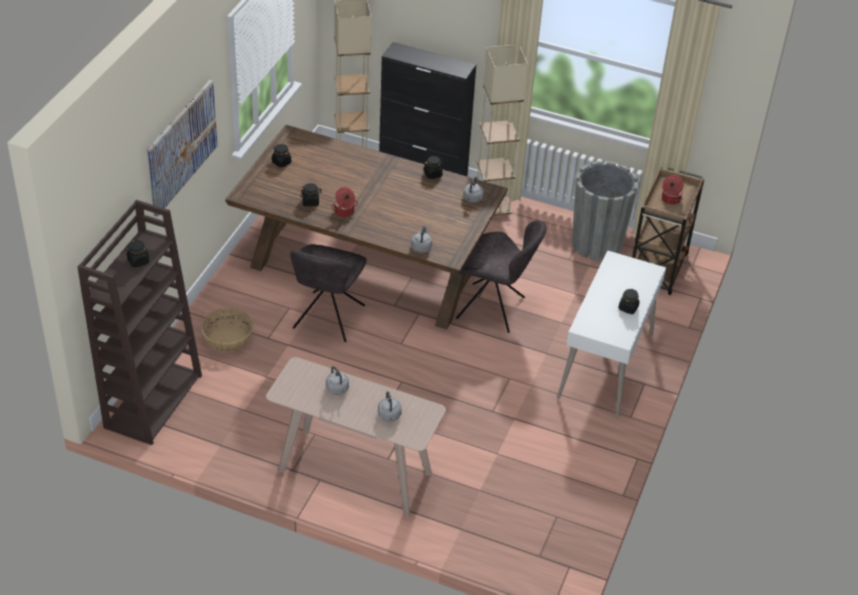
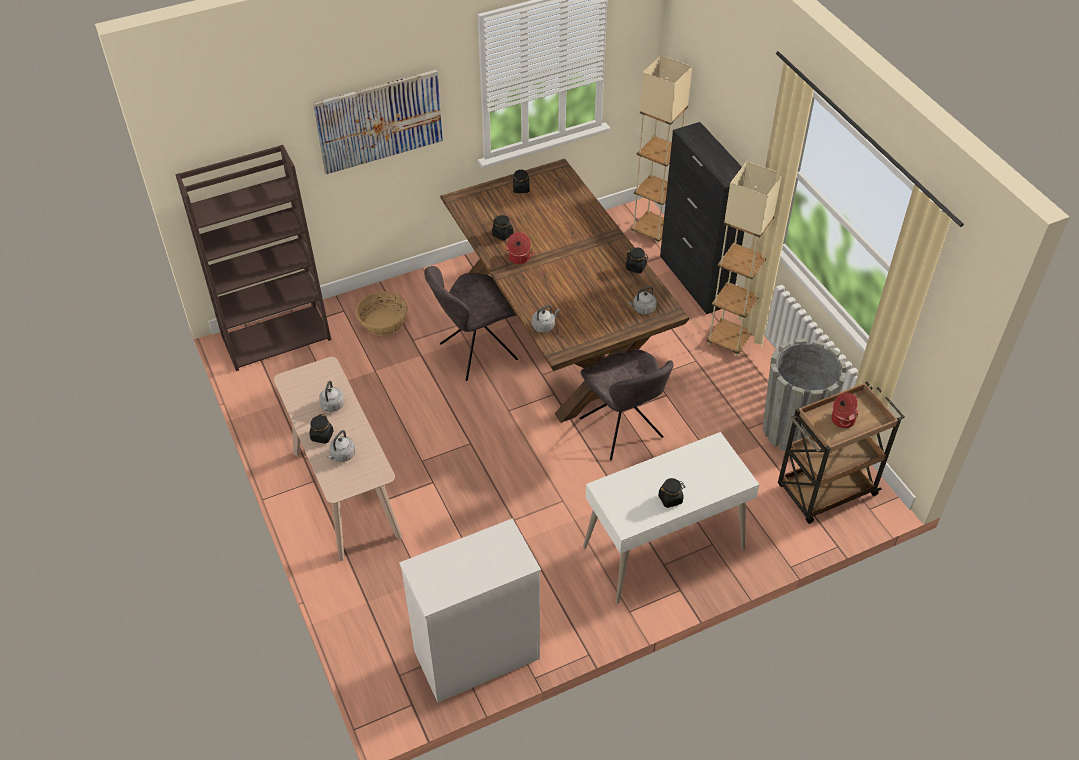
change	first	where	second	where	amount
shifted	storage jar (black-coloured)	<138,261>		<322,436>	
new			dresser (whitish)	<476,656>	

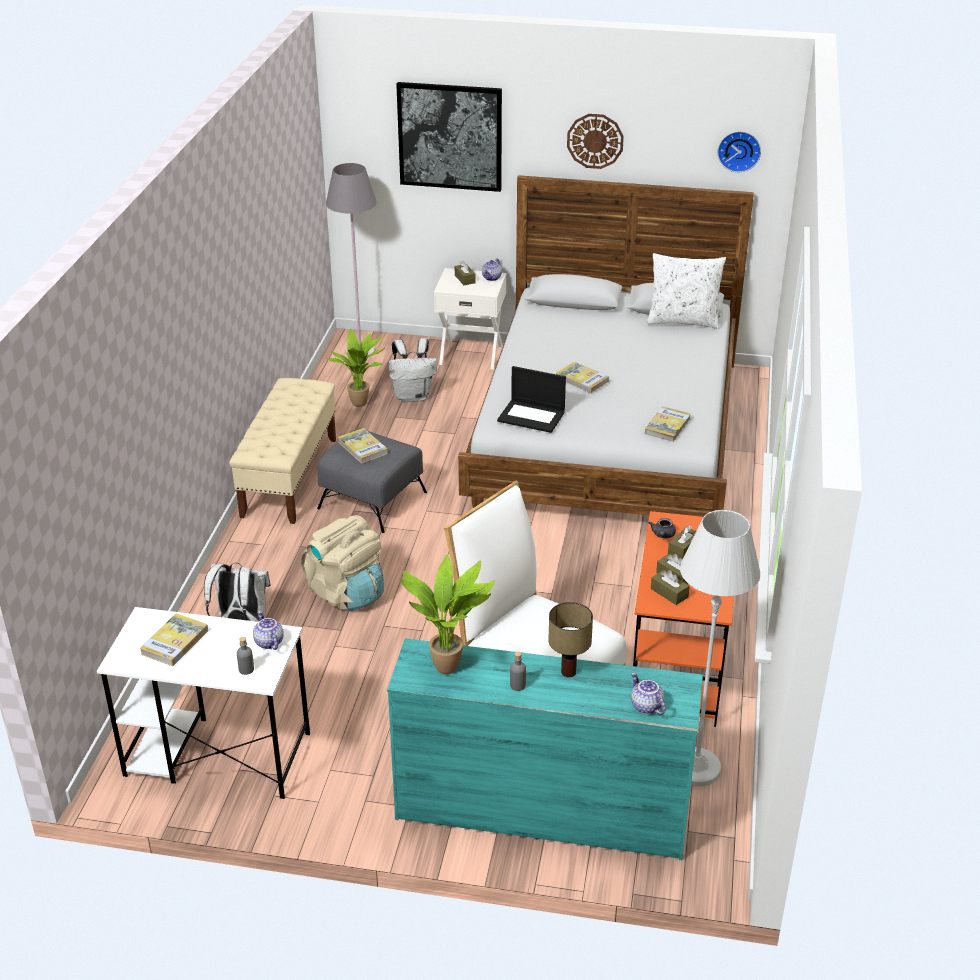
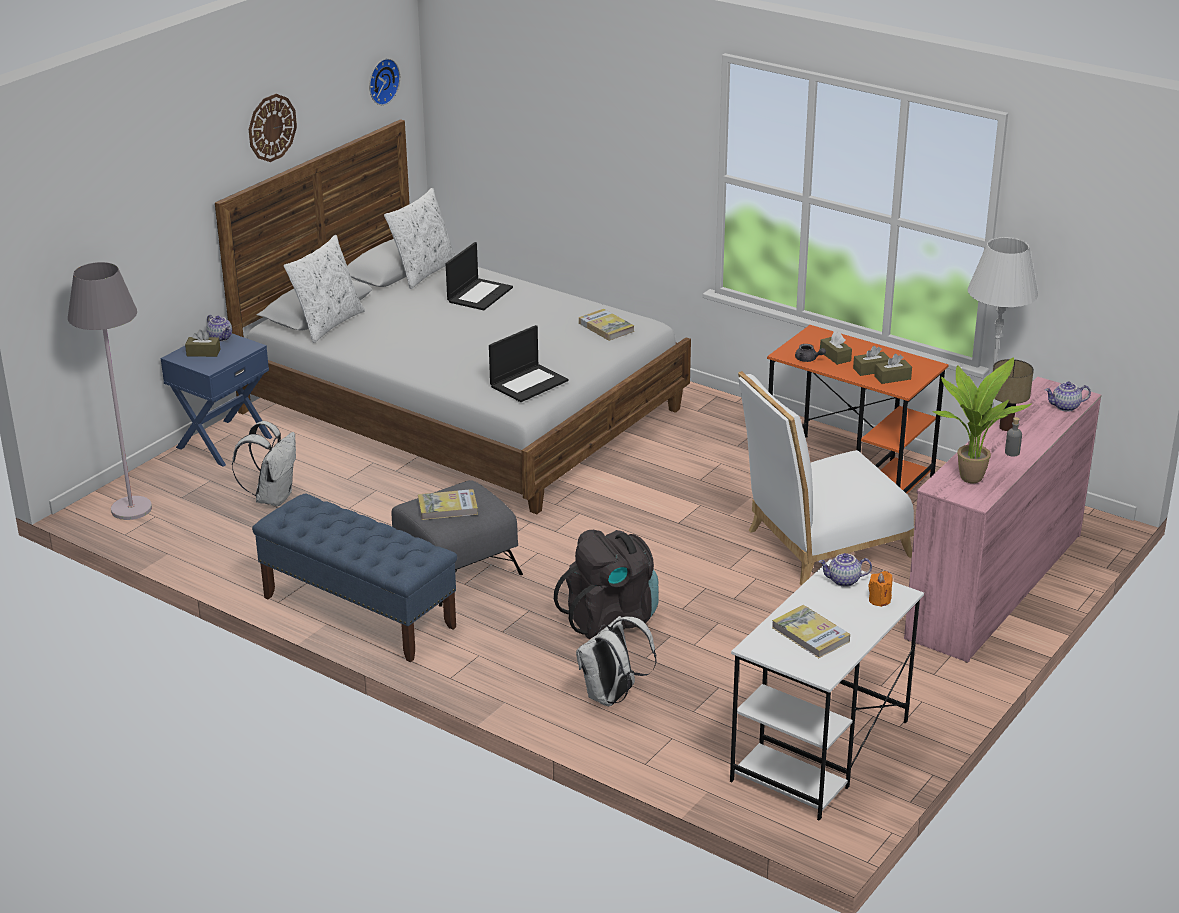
change	first	where	second	where	amount
repainted	night table (whitish)	<471,353>	night table (blue)	<223,442>	
repainted	bench (sand-coloured)	<289,477>	bench (blue)	<358,612>	
new			cushion (whitish)	<327,324>	
new			laptop	<479,294>	
repainted	backpack (sand-coloured)	<347,593>	backpack (black-coloured)	<611,619>	
swapped	bottle (gray)	<246,669>	candle (orange)	<879,600>	
repainted	dresser (turquoise-coloured)	<541,811>	dresser (pink)	<993,585>	
gone	potted plant	<362,404>			
gone	wall art	<450,136>			
gone	book	<582,380>			

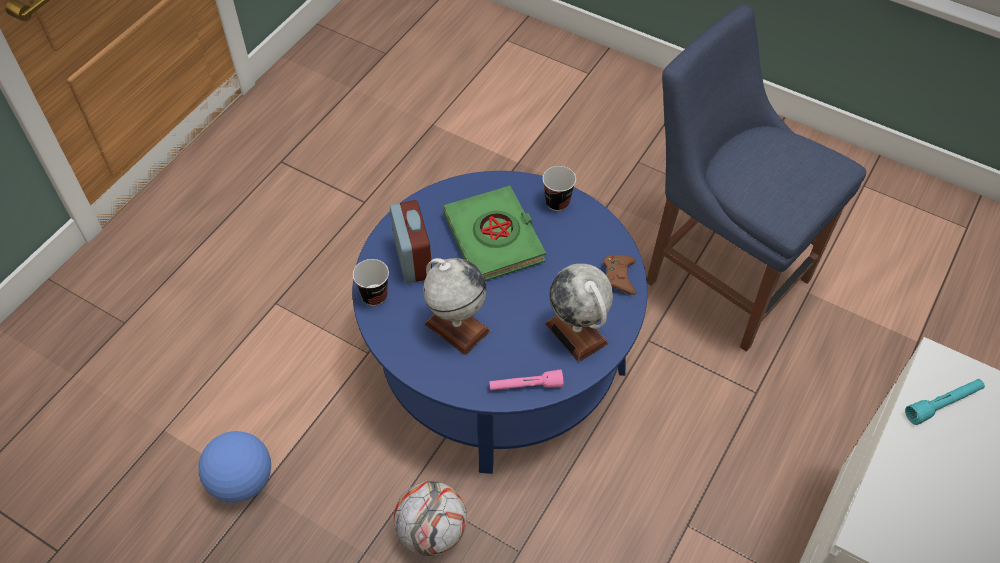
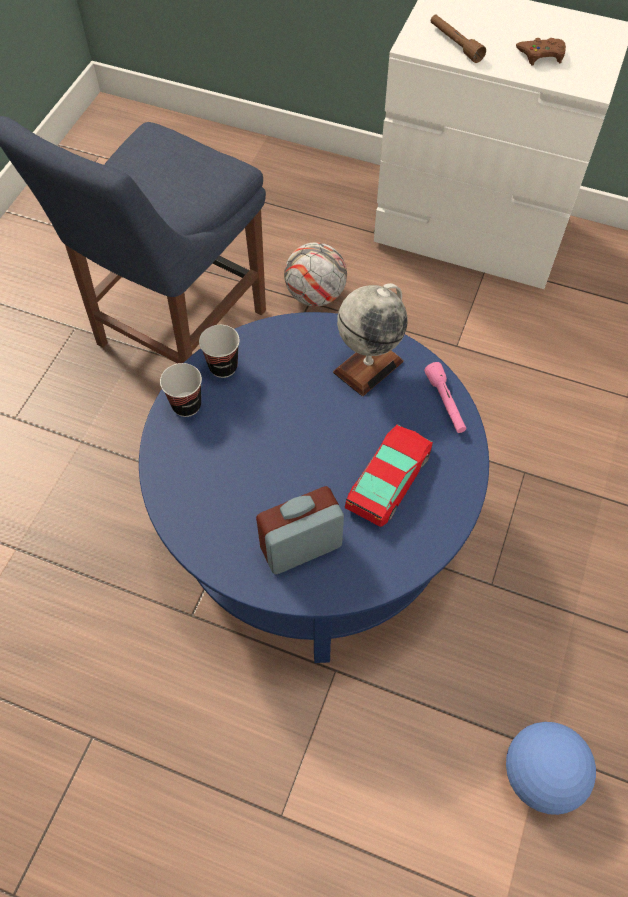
change	first	where	second	where	amount
shifted	small cup	<374,296>		<223,367>	
shifted	football	<432,531>		<315,295>	
swapped	world globe	<457,327>	model car	<389,480>	
repainted	torch (turquoise-coloured)	<943,404>	torch (brownish)	<455,44>	
shifted	game controller (brownish)	<619,277>		<541,55>	
gone	book (green-coloured)	<494,239>			

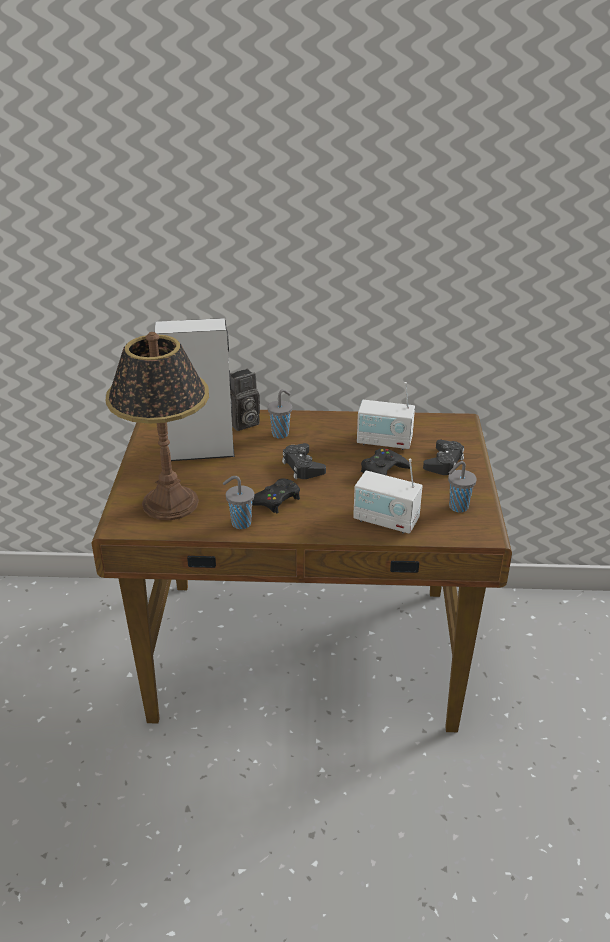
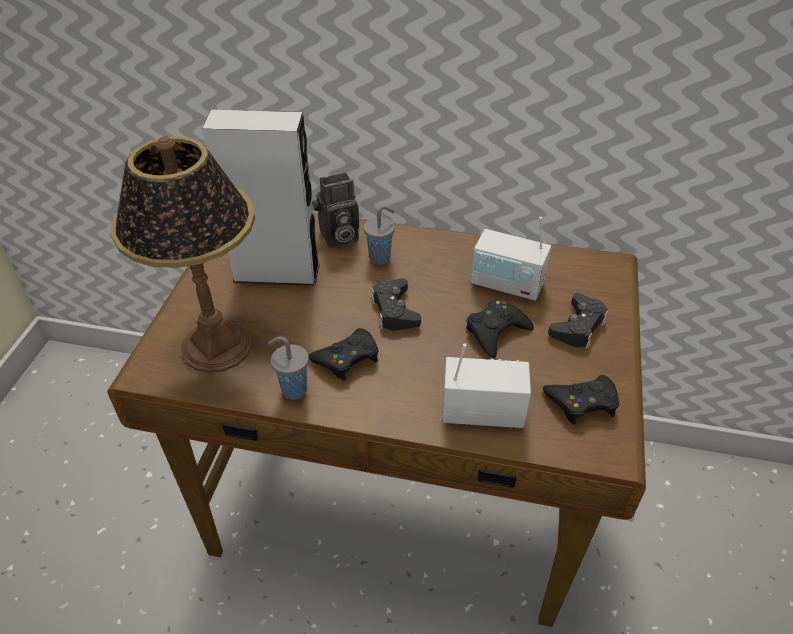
change	first	where	second	where	amount
rotated	radio receiver	<386,520>		<482,411>	150 degrees clockwise
swapped	small cup (gray)	<457,507>	game controller (black-coloured)	<582,402>	

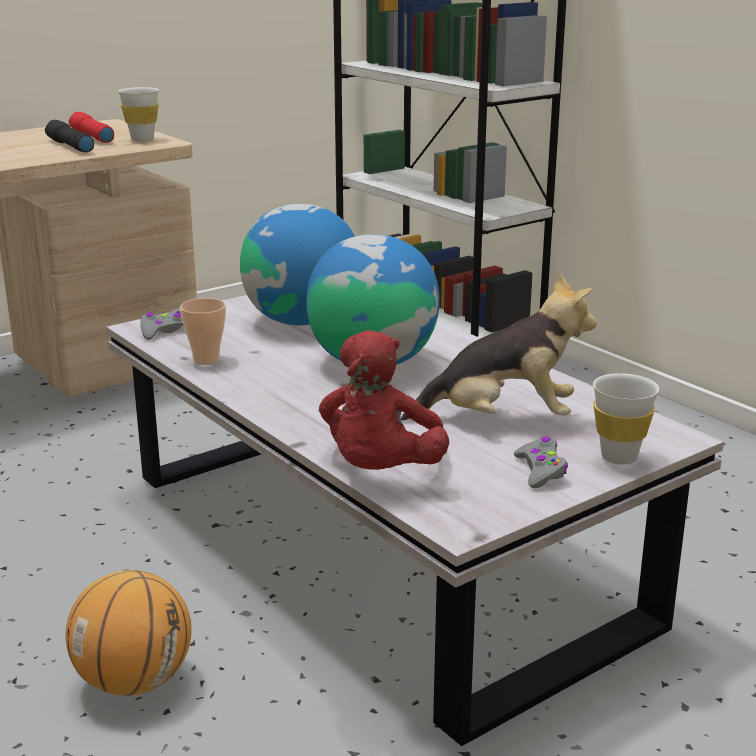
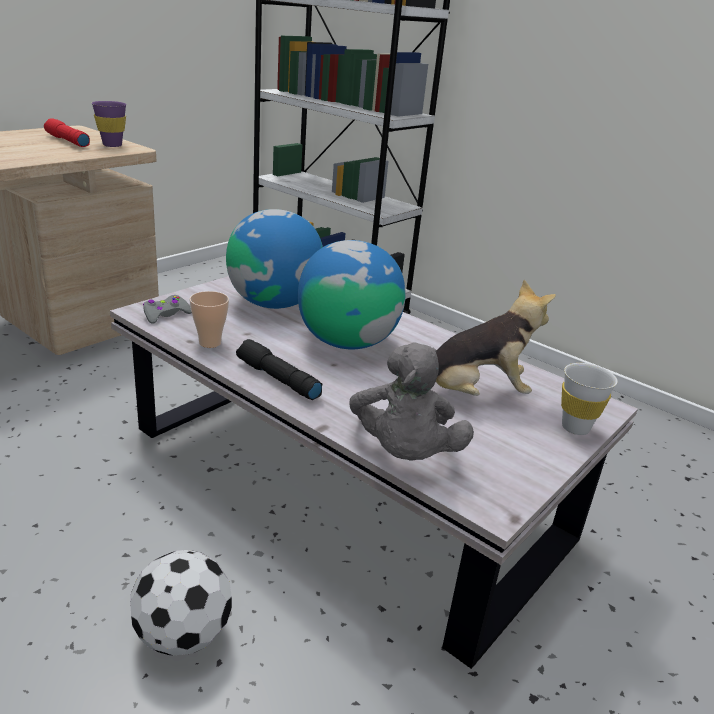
change	first	where	second	where	amount
repainted	small cup (whitish)	<142,139>	small cup (purple)	<112,145>	
swapped	basketball	<135,681>	football	<183,634>	
shifted	torch (black-coloured)	<69,146>		<277,379>	
repainted	cuddly toy (red-coloured)	<381,472>	cuddly toy (gray)	<403,454>	
gone	game controller (gray)	<541,471>			

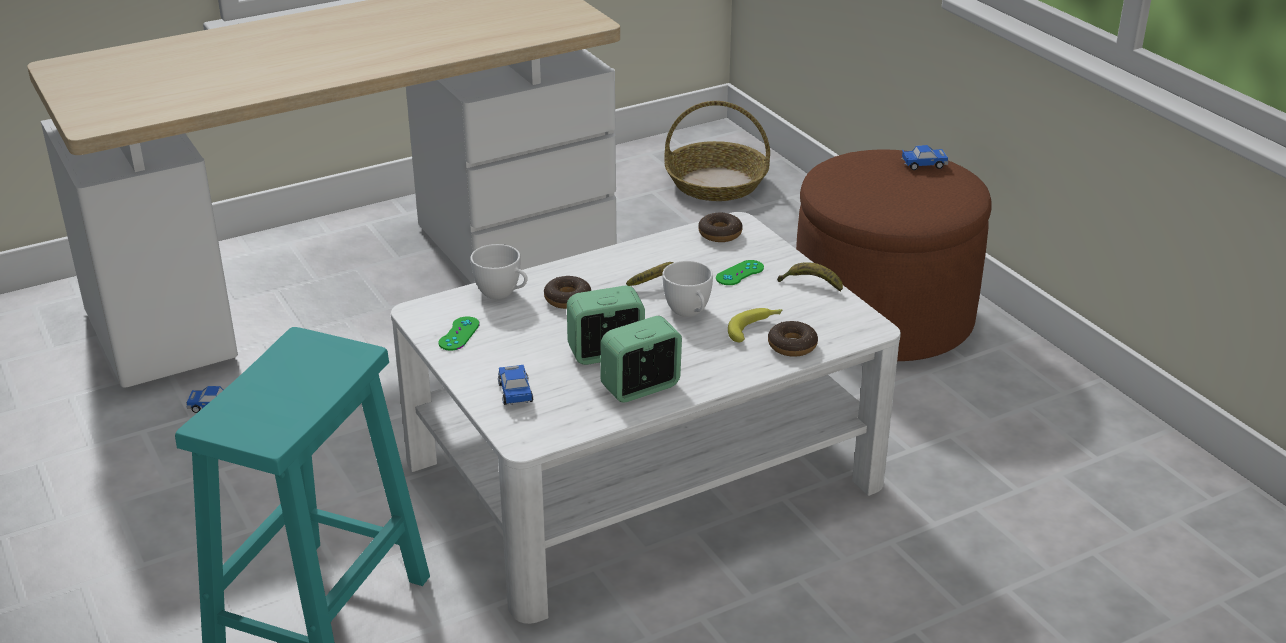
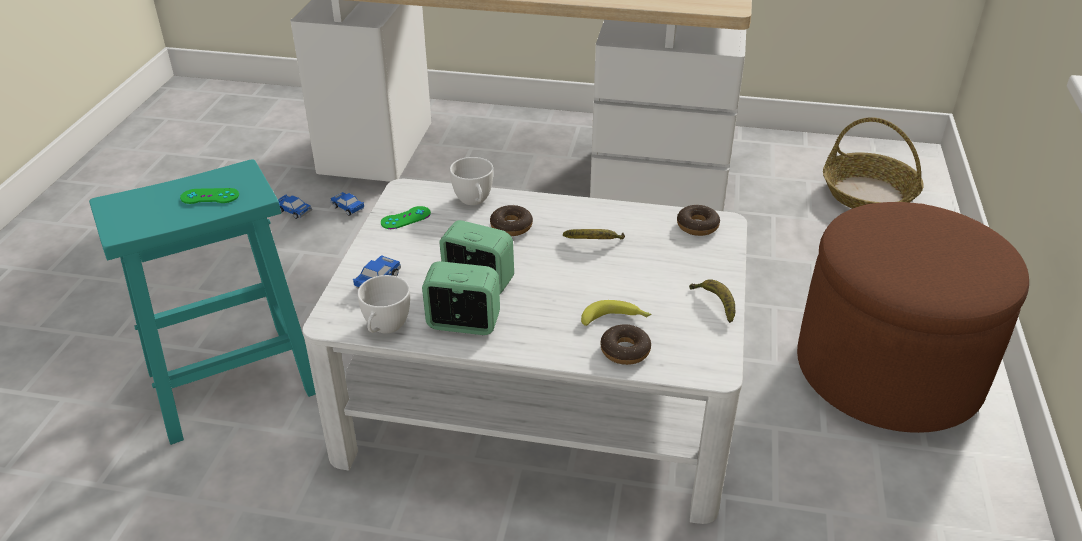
change	first	where	second	where	amount
shifted	game controller (green-coloured)	<739,273>		<210,196>	
shifted	model car	<923,164>		<294,211>	
shifted	small cup (whitish)	<689,312>		<385,328>	

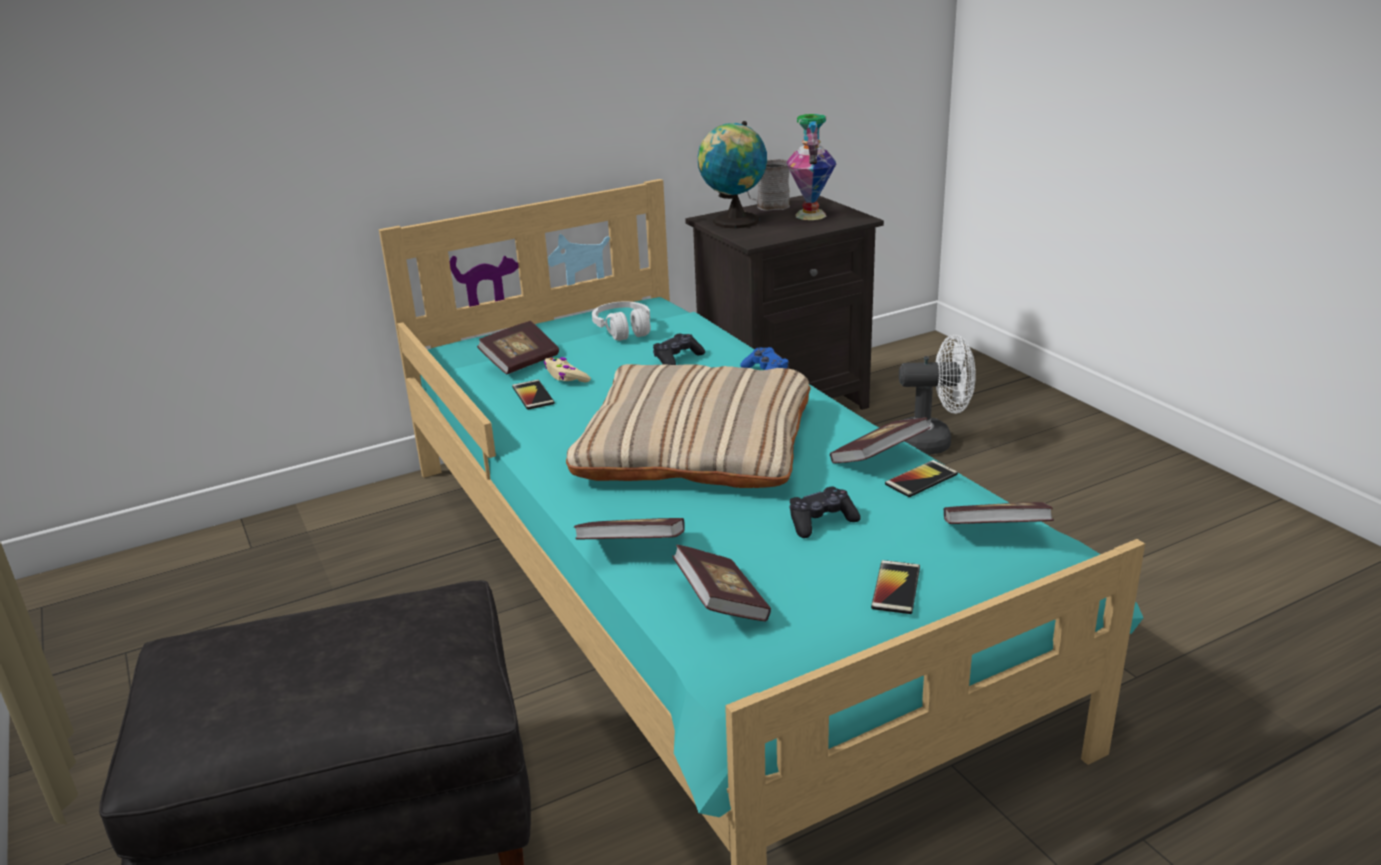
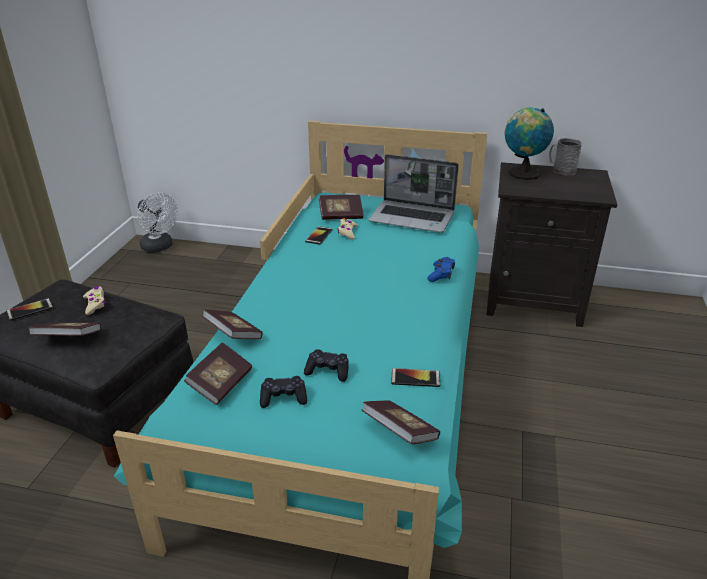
change	first	where	second	where	amount
shifted	handset	<896,588>		<30,310>	
shifted	book	<878,458>		<68,339>	
new			game controller (sand-coloured)	<95,304>	
shifted	electric fan (whitish)	<932,442>		<160,247>	
shifted	game controller (black-coloured)	<677,359>		<283,398>	
swapped	headset (whitish)	<623,330>	laptop	<413,218>	
gone	cushion (sand-coloured)	<695,443>			
gone	flower vase	<811,215>			

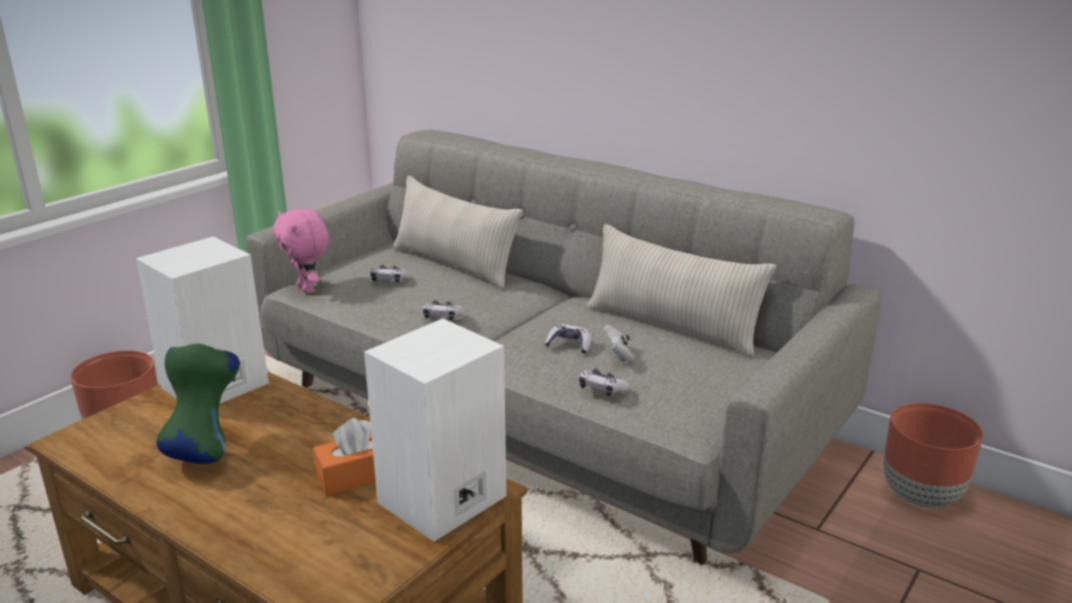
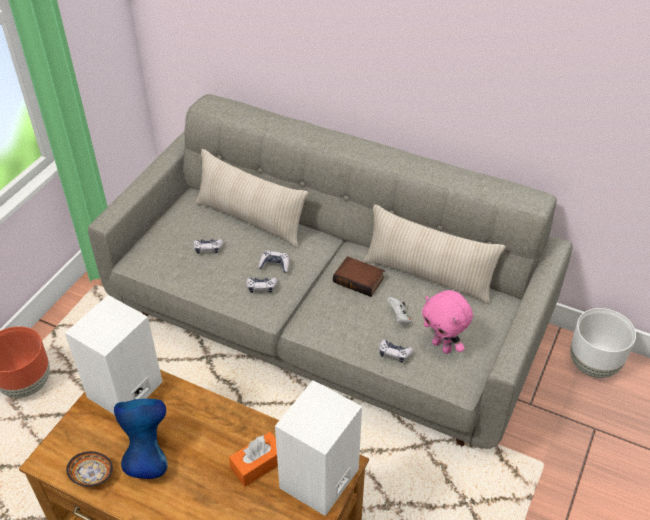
change	first	where	second	where	amount
new			bowl	<91,474>	
repainted	flower vase (green-coloured)	<206,450>	flower vase (blue)	<147,457>	
shifted	game controller	<569,345>		<274,265>	
new			book	<359,279>	
shifted	cuddly toy (pink)	<308,289>		<442,346>	
repainted	flower pot (brownish)	<921,496>	flower pot (whitish)	<593,365>	

